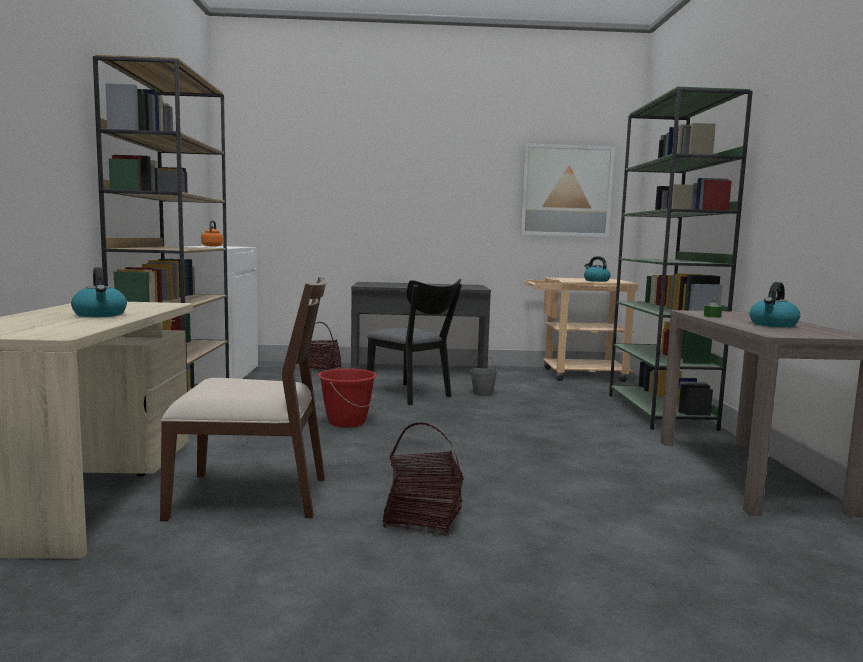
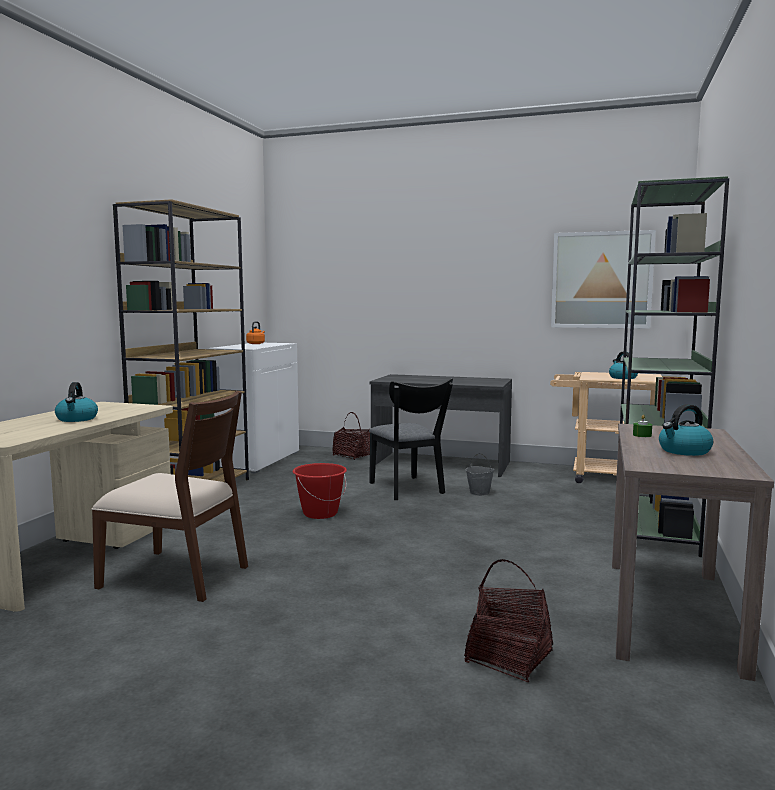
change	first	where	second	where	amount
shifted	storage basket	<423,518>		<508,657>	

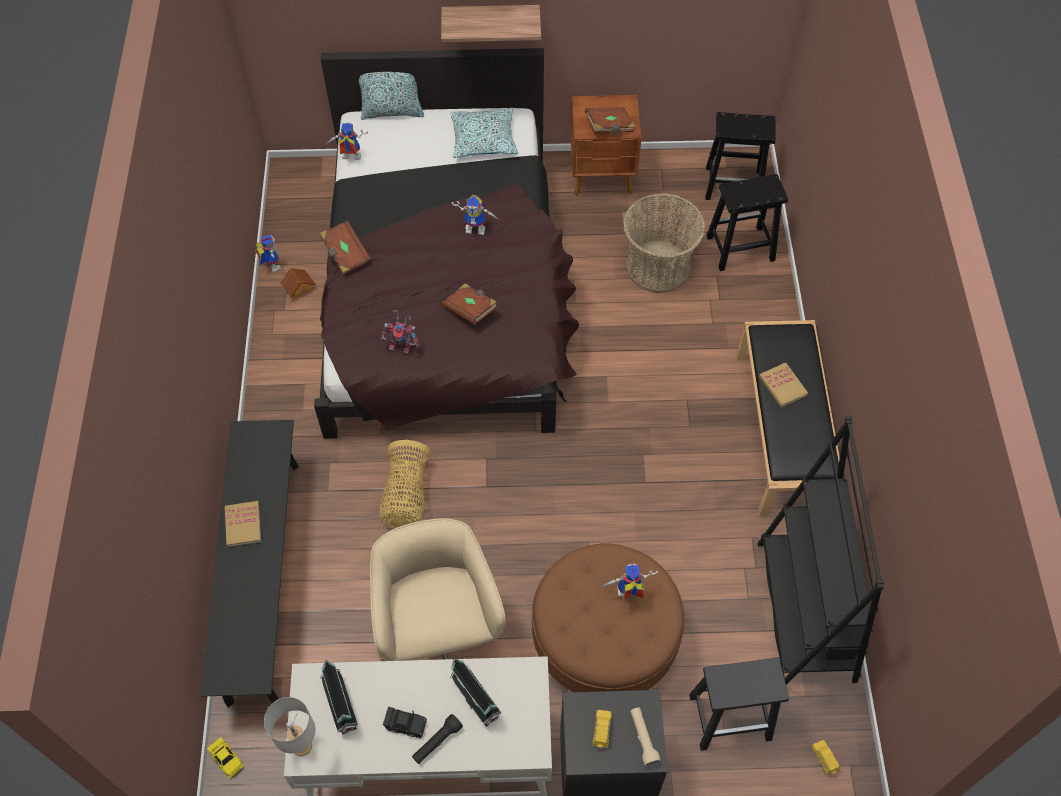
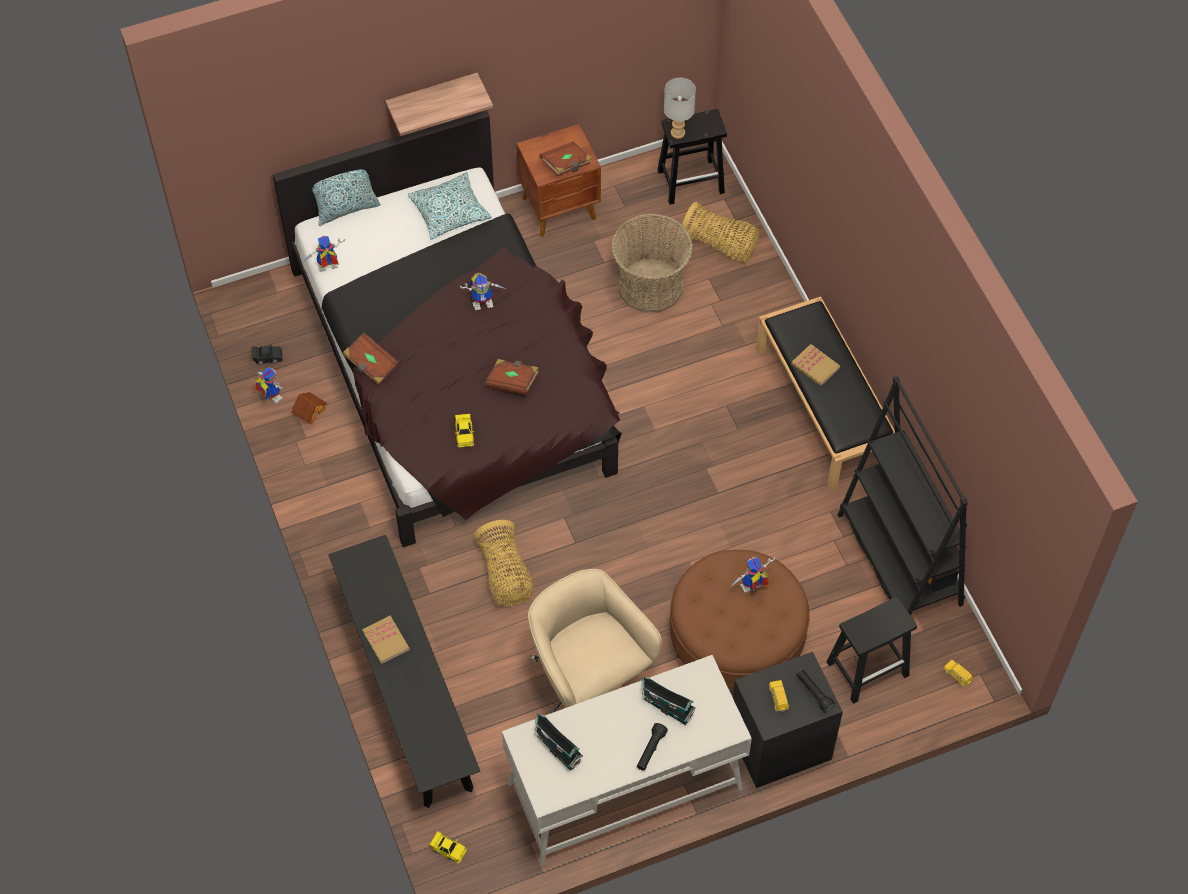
change	first	where	second	where	amount
shifted	model car (black-coloured)	<405,724>		<268,357>	
swapped	toy robot	<402,345>	model car (yellow)	<464,434>	
shifted	tabletop lamp (gray)	<302,747>		<678,133>	
swapped	stool seat (black-coloured)	<739,249>	storage basket	<720,245>	
repainted	torch (sand-coloured)	<643,738>	torch (black-coloured)	<813,693>	

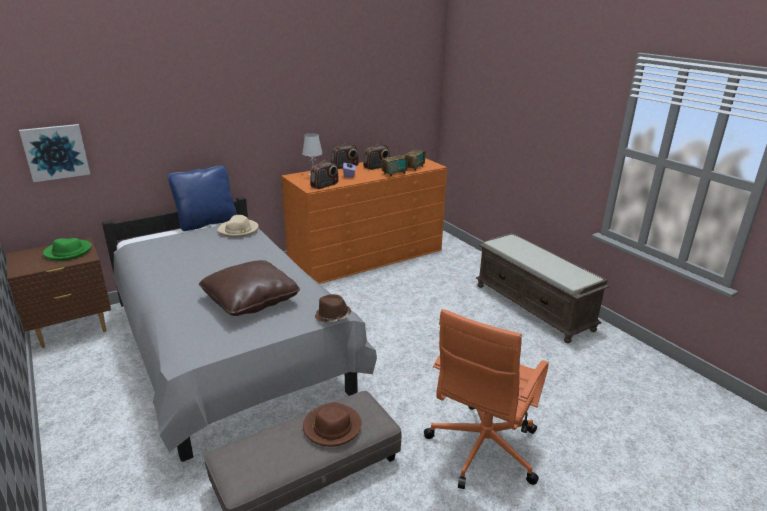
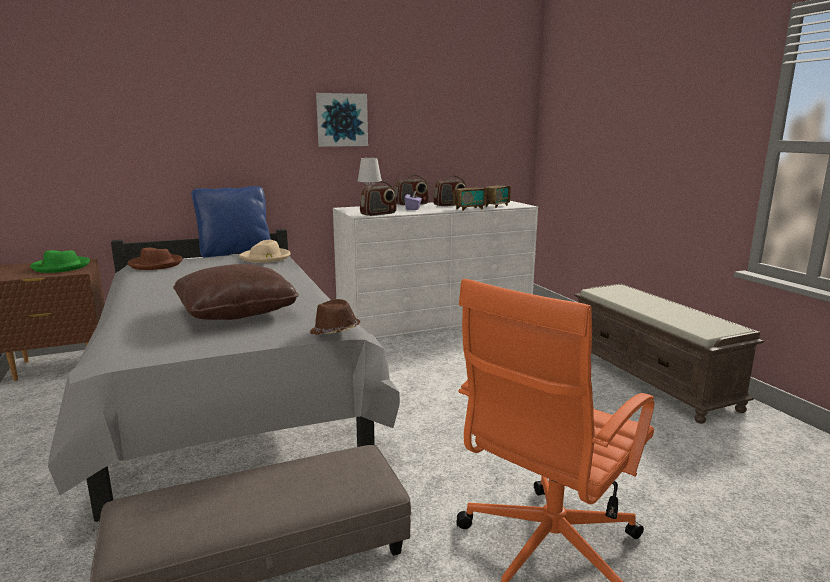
change	first	where	second	where	amount
shifted	wearable hat (brownish)	<332,427>		<156,264>	
shifted	wall art	<55,152>		<342,120>	
repainted	dresser (orange)	<366,256>	dresser (whitish)	<435,317>	

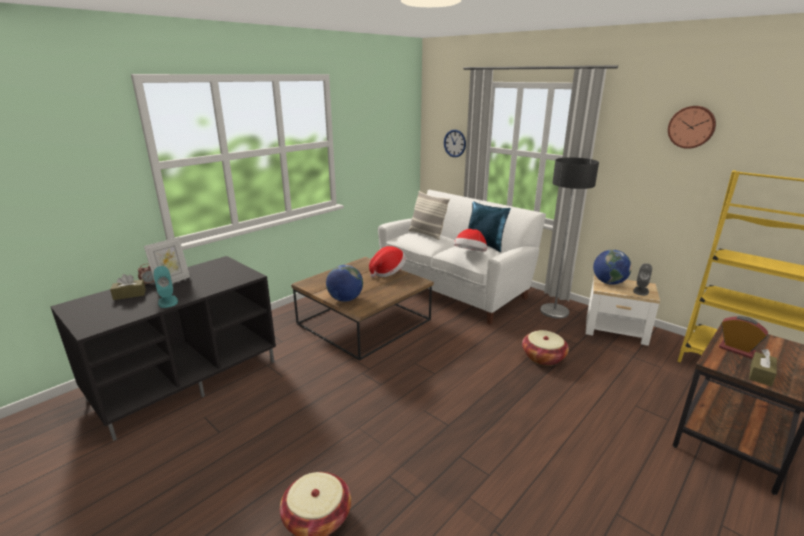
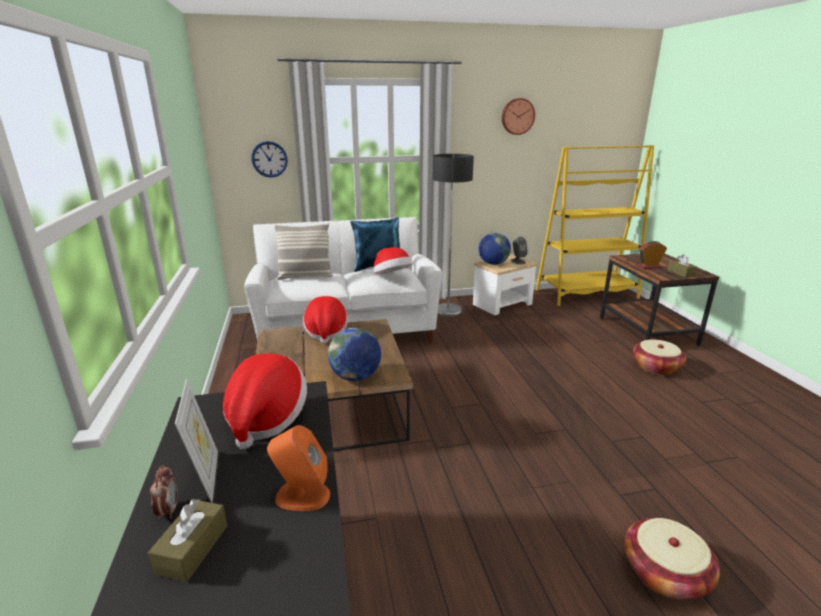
change	first	where	second	where	amount
new			wearable hat	<266,418>	
repainted	loudspeaker (turquoise-coloured)	<168,301>	loudspeaker (orange)	<301,496>	
shifted	storage basket	<543,357>		<656,367>	

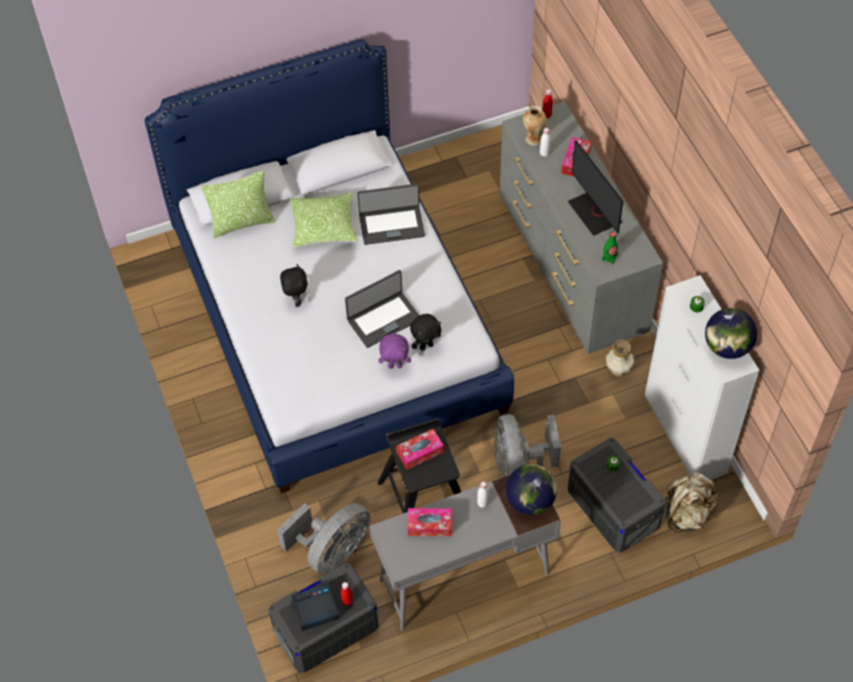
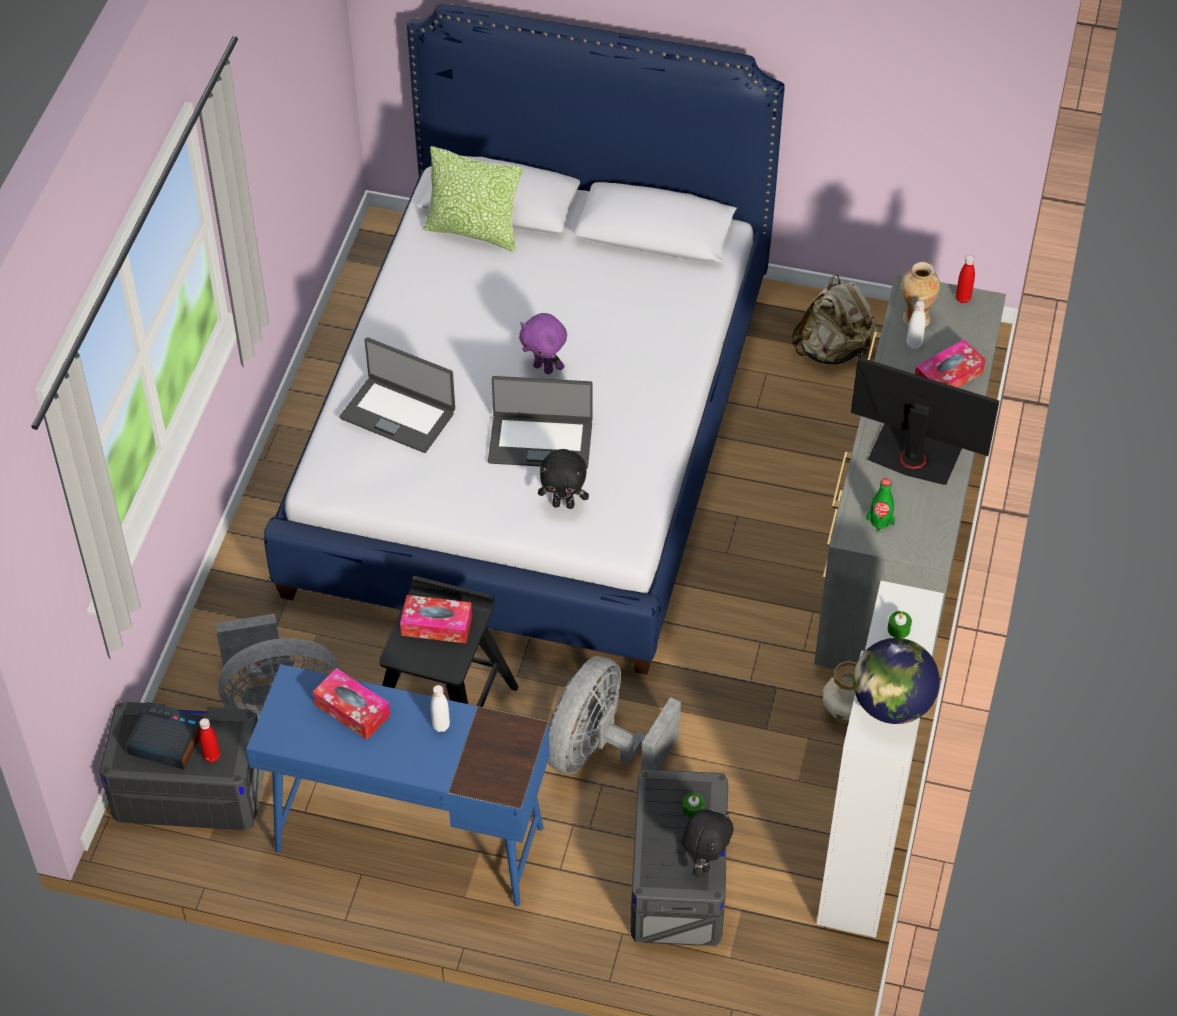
change	first	where	second	where	amount
repainted	desk (gray)	<463,577>	desk (blue)	<408,838>	
shifted	laptop	<391,225>		<398,414>	
shifted	cuddly toy (purple)	<395,365>		<544,368>	
shifted	cuddly toy (black-coloured)	<296,299>		<705,862>	
shifted	backpack (sand-coloured)	<687,514>		<833,350>	
rotated	monitor	<595,212>		<914,455>	105 degrees clockwise
gone	cushion	<324,226>			
gone	world globe	<530,501>			

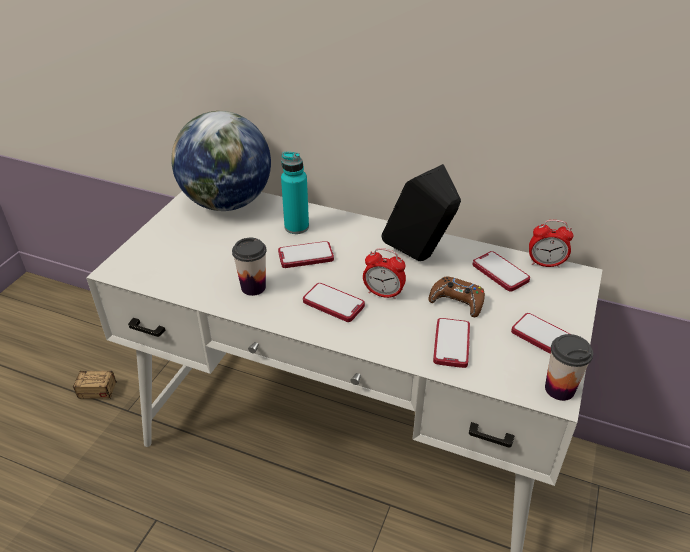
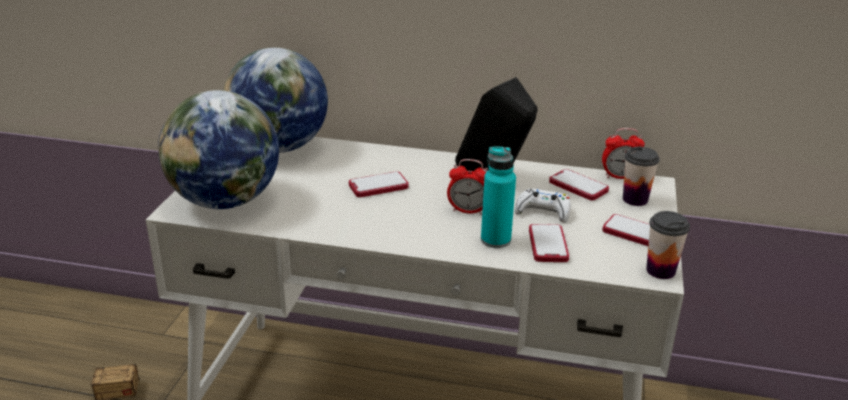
change	first	where	second	where	amount
new			world globe	<225,201>	
shifted	bottle (turquoise-coloured)	<296,227>		<495,240>	
repainted	game controller (brownish)	<457,301>	game controller (whitish)	<543,212>	
shifted	small cup	<253,287>		<635,199>	
gone	handset	<333,303>			

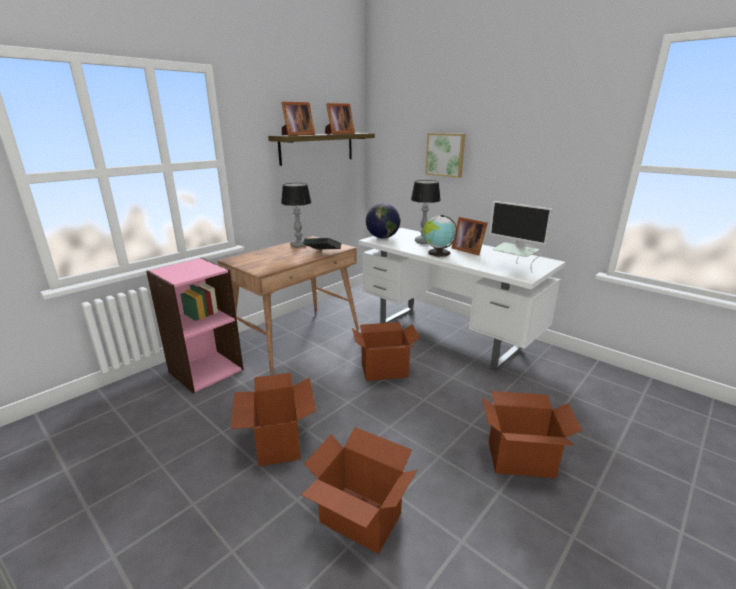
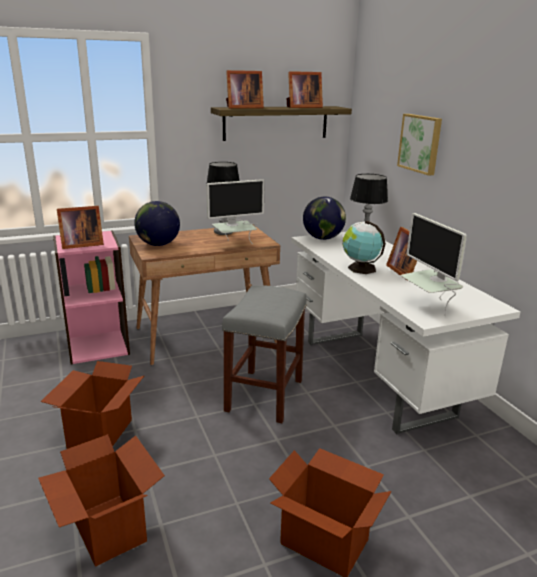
change	first	where	second	where	amount
new			photo frame	<80,245>	
new			world globe	<158,245>	
swapped	book	<322,253>	monitor	<234,246>	
swapped	carton	<384,370>	stool seat (gray)	<264,394>	

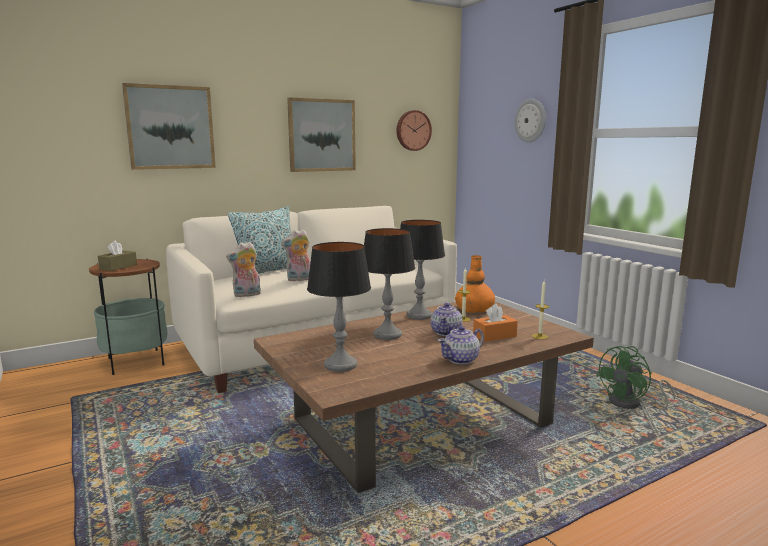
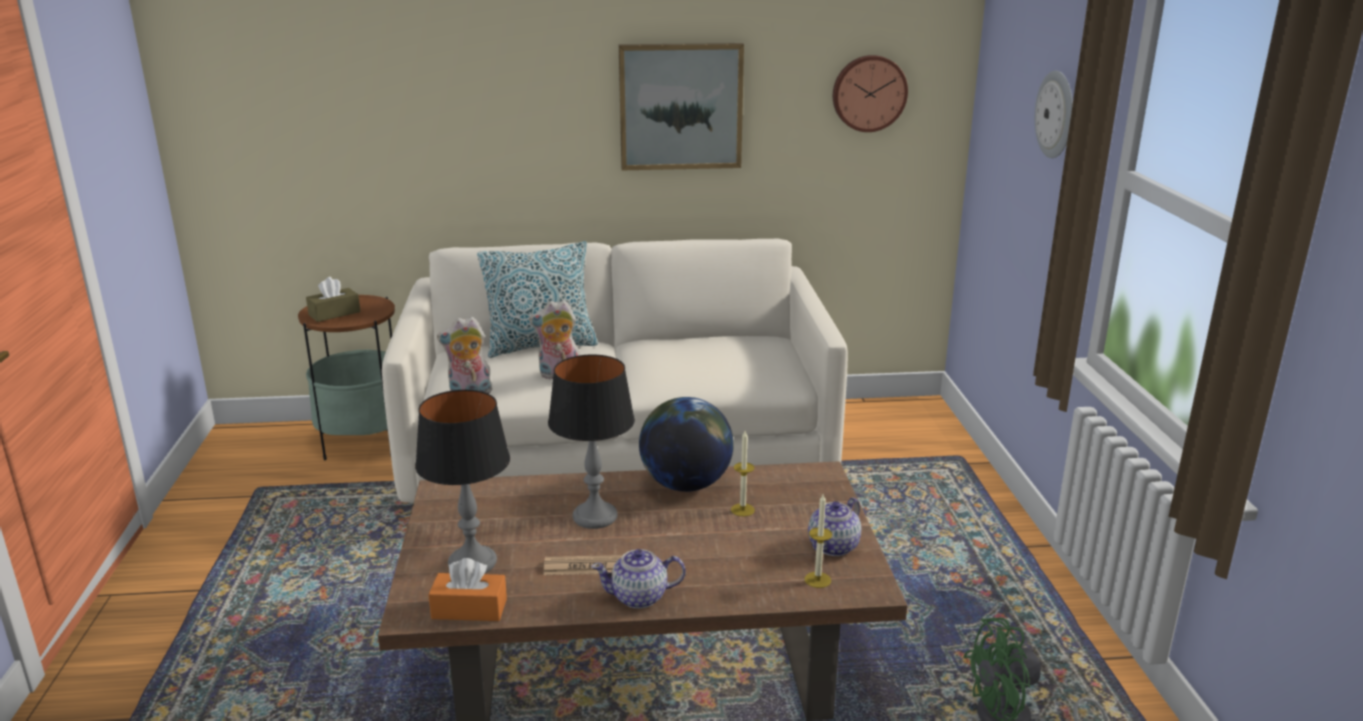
change	first	where	second	where	amount
shifted	box of tissues (orange)	<494,336>		<469,609>	
new			printed paper	<588,566>	
swapped	tabletop lamp	<419,315>	world globe	<685,484>	
shifted	pot for tea	<446,332>		<834,546>	
gone	wall art	<170,127>			
gone	flower vase (orange)	<474,309>			

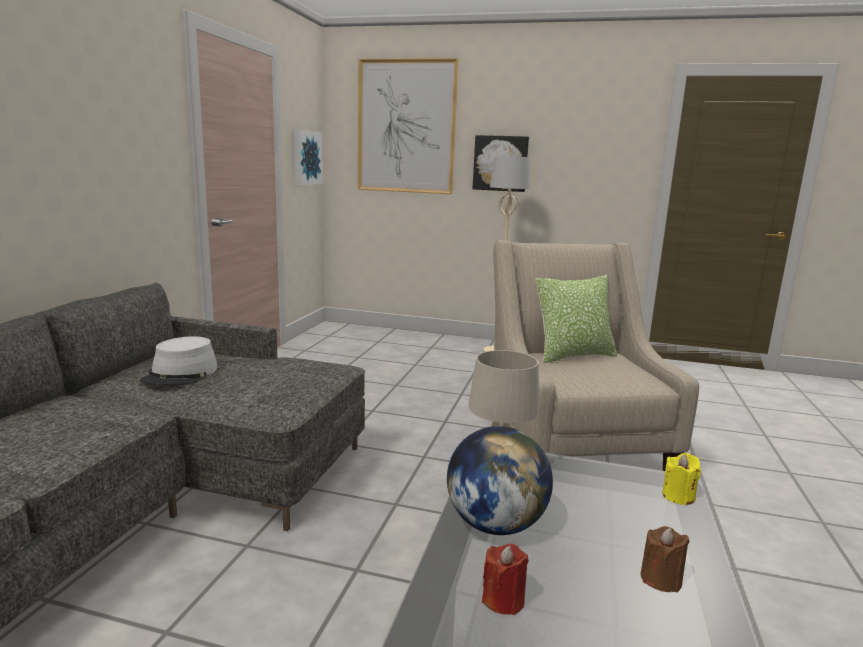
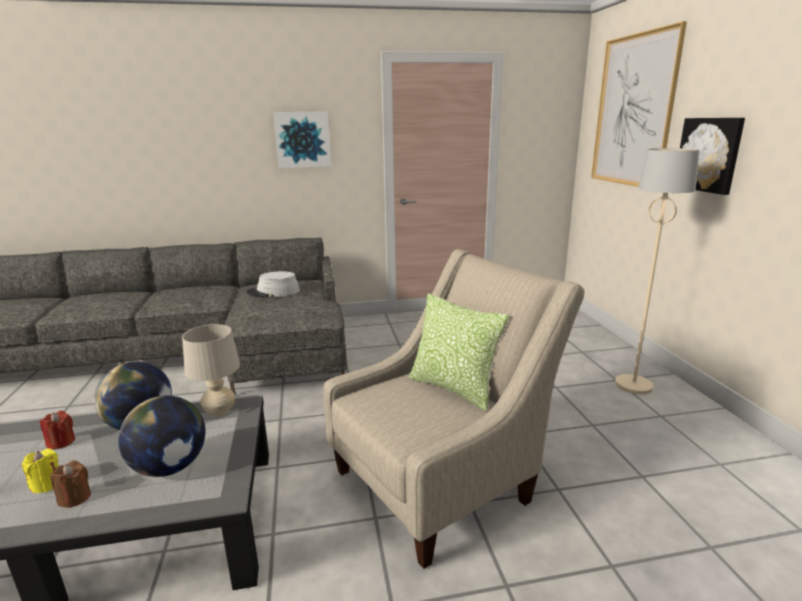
change	first	where	second	where	amount
shifted	candle (yellow)	<678,496>		<46,484>	
new			world globe	<170,467>	
shifted	wall art	<306,158>		<303,139>	

